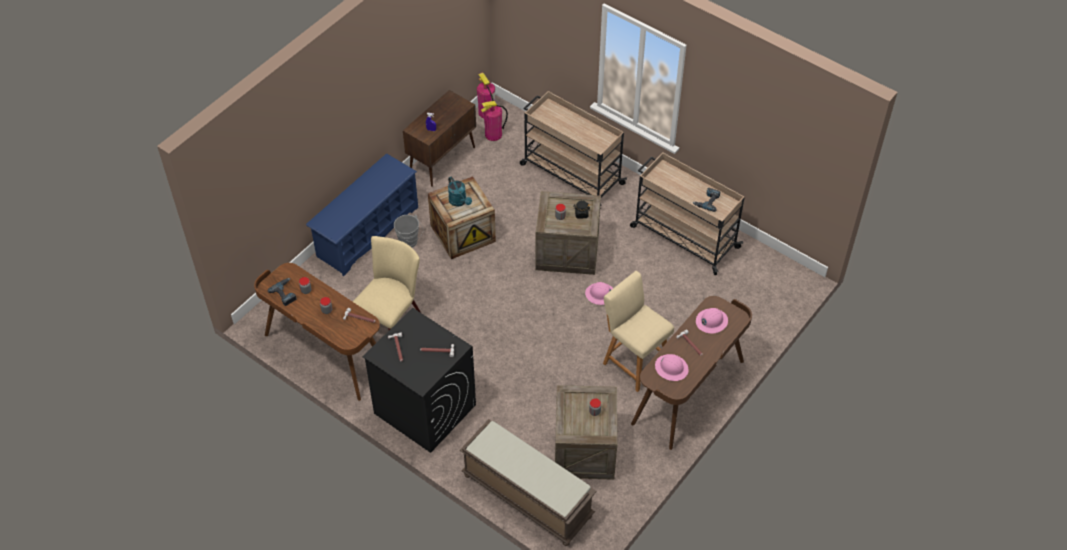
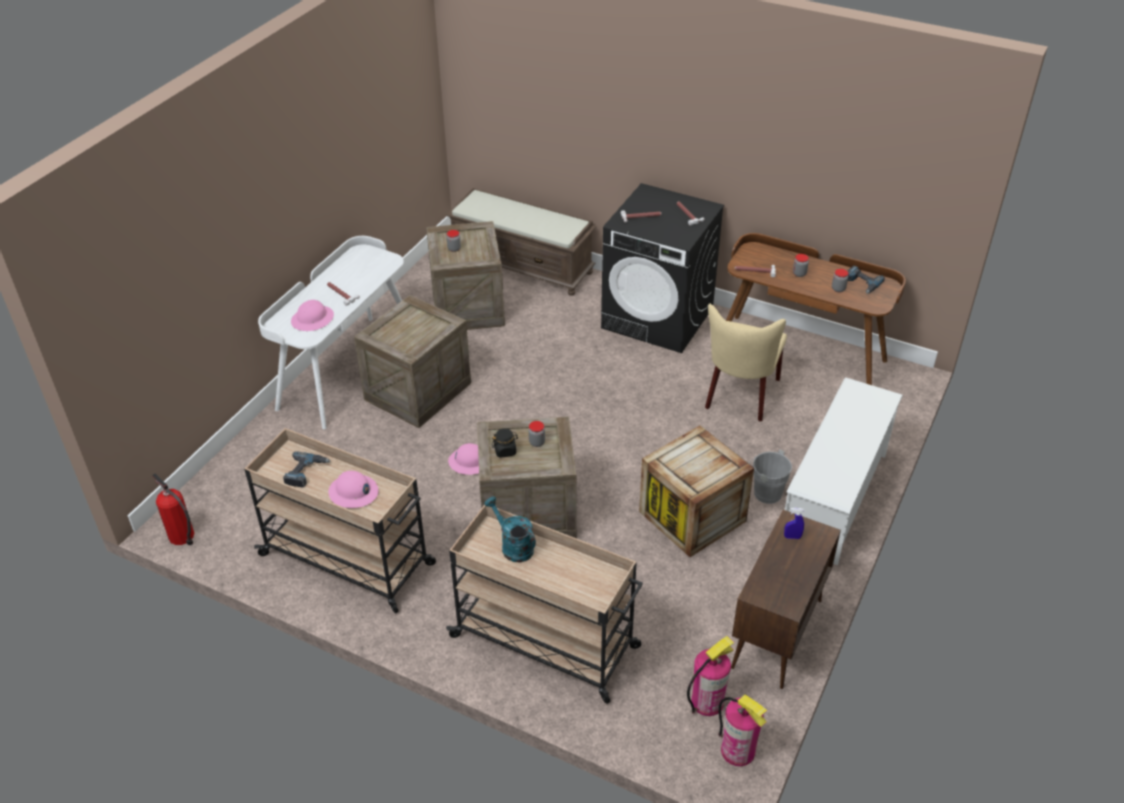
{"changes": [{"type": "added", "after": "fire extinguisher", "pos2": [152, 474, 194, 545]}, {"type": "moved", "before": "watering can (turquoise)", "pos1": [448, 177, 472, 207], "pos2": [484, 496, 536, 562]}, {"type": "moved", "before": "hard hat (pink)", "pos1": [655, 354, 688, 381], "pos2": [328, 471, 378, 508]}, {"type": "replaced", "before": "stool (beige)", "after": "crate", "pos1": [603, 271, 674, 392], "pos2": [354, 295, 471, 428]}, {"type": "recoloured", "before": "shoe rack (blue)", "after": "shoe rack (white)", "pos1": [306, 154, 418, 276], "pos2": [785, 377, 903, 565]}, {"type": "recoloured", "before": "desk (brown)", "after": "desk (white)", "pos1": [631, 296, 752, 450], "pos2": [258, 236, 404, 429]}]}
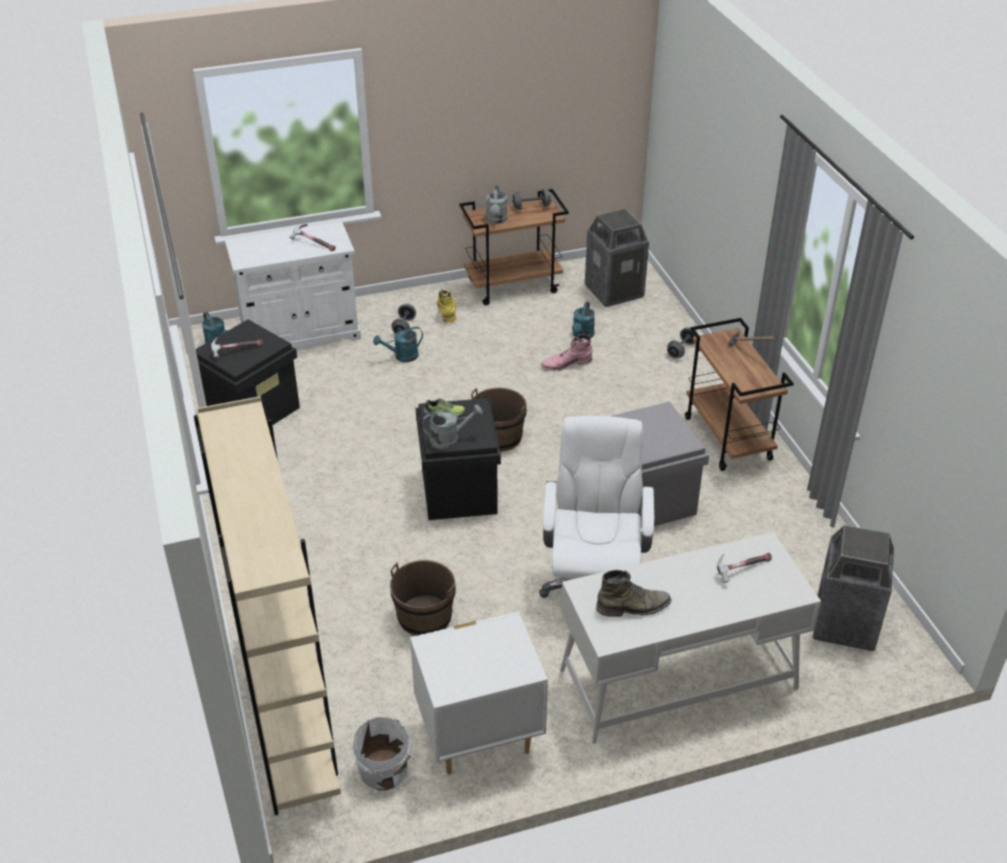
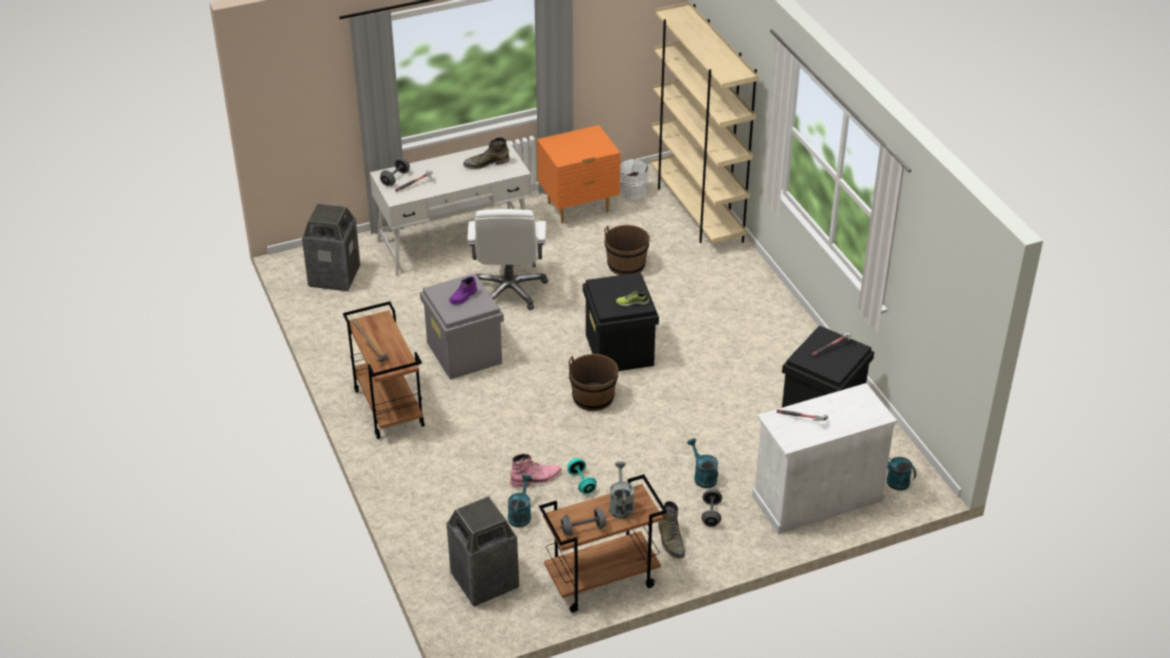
{"changes": [{"type": "removed", "before": "watering can (grey)", "pos1": [422, 404, 483, 449]}, {"type": "added", "after": "boot (purple)", "pos2": [449, 276, 477, 304]}, {"type": "added", "after": "dumbbell (turquoise)", "pos2": [568, 458, 597, 494]}, {"type": "moved", "before": "dumbbell (grey)", "pos1": [667, 327, 696, 358], "pos2": [380, 158, 410, 186]}, {"type": "recoloured", "before": "nightstand (white)", "after": "nightstand (orange)", "pos1": [410, 611, 548, 775], "pos2": [537, 125, 621, 224]}, {"type": "recoloured", "before": "boot (yellow)", "after": "boot (green)", "pos1": [437, 289, 456, 323], "pos2": [658, 501, 685, 559]}, {"type": "turned", "before": "watering can (turquoise)", "pos1": [373, 327, 423, 362], "pos2": [687, 438, 718, 488], "turn": -90}]}
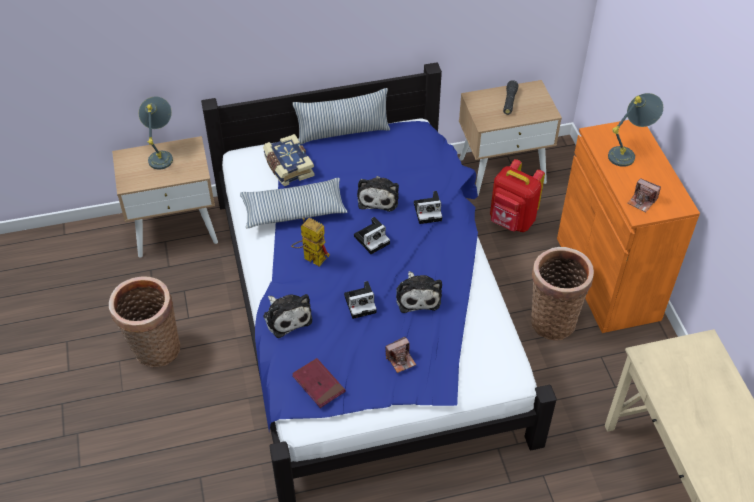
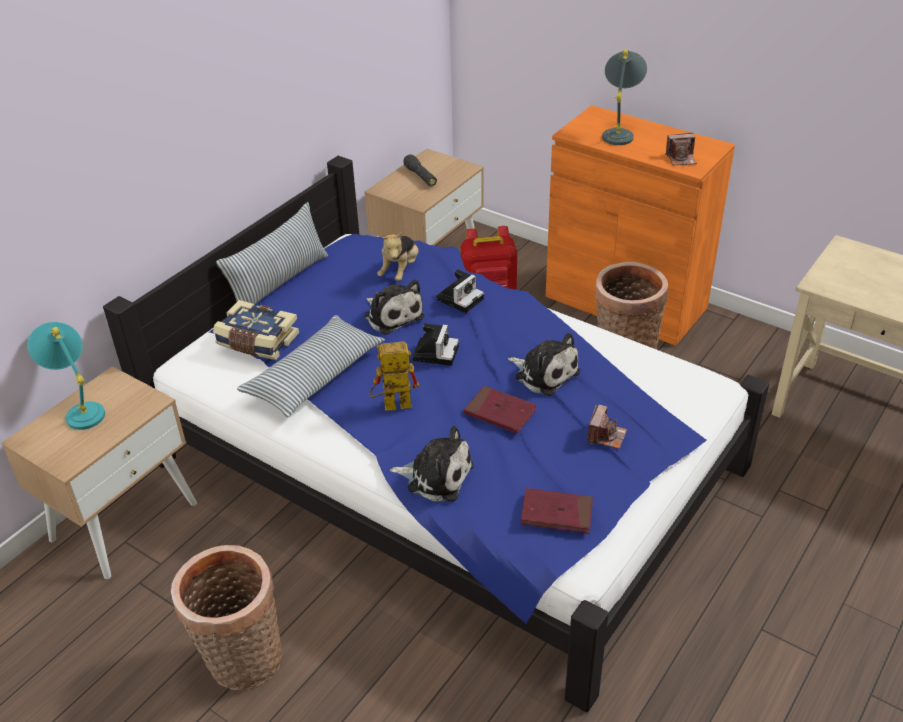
{"changes": [{"type": "added", "after": "plush toy", "pos2": [377, 232, 419, 281]}, {"type": "replaced", "before": "photo camera", "after": "book (red)", "pos1": [344, 281, 377, 319], "pos2": [464, 386, 537, 433]}, {"type": "recoloured", "before": "table lamp (grey)", "after": "table lamp (turquoise)", "pos1": [139, 97, 173, 169], "pos2": [27, 322, 105, 430]}]}
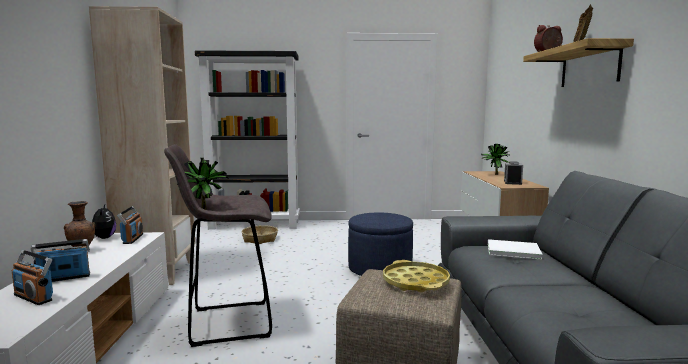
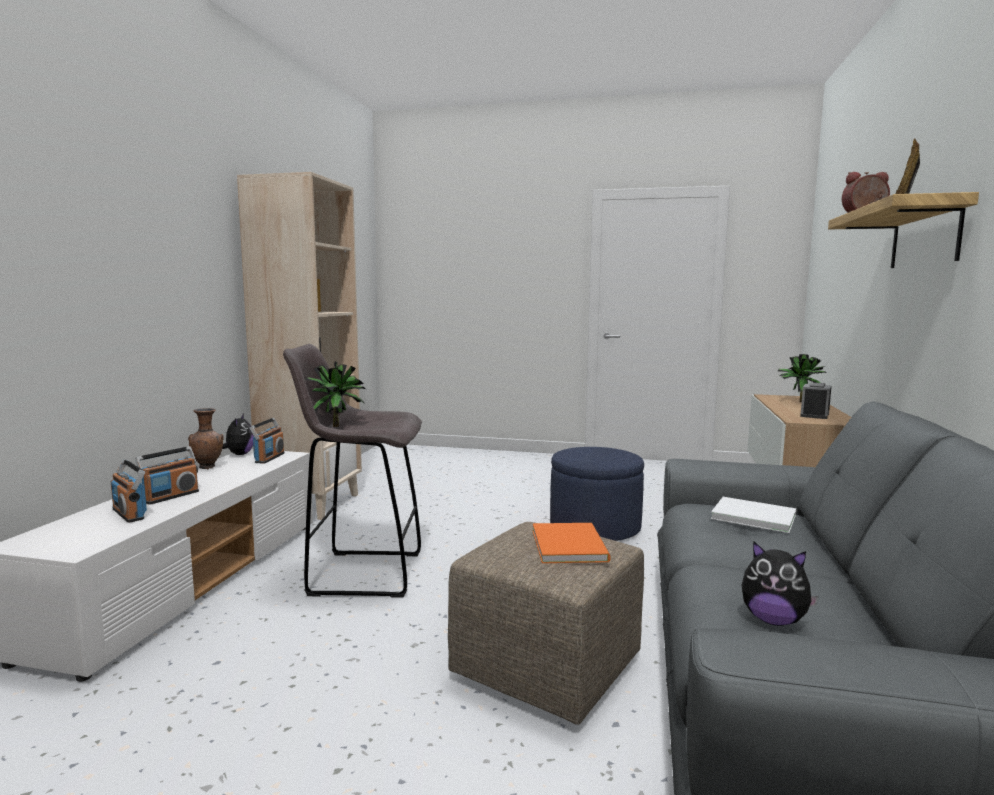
{"changes": [{"type": "removed", "before": "bookcase (black)", "pos1": [195, 50, 300, 230]}, {"type": "removed", "before": "basket", "pos1": [242, 225, 278, 244]}, {"type": "added", "after": "plush toy", "pos2": [741, 541, 819, 626]}, {"type": "replaced", "before": "tray (yellow)", "after": "book (orange)", "pos1": [383, 260, 450, 293], "pos2": [533, 523, 611, 563]}, {"type": "turned", "before": "radio", "pos1": [31, 239, 90, 282], "pos2": [135, 446, 199, 505], "turn": 135}]}
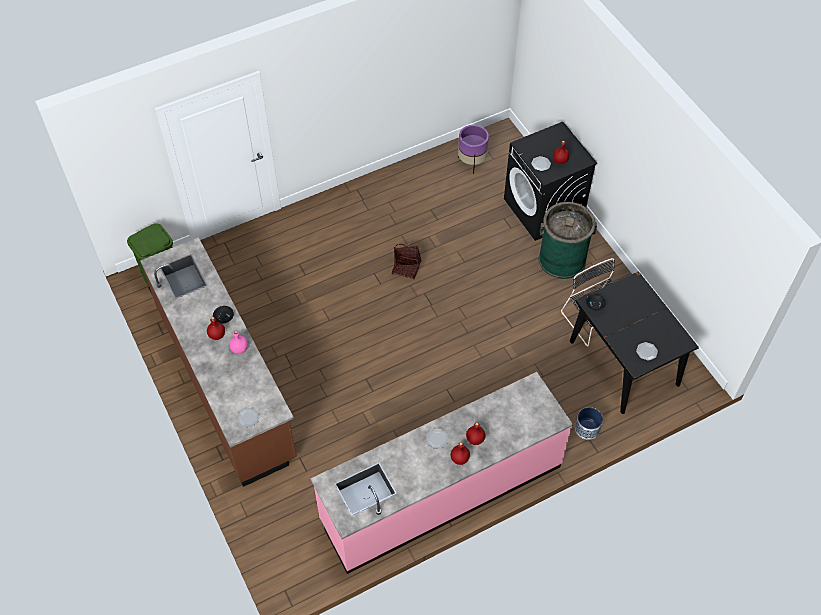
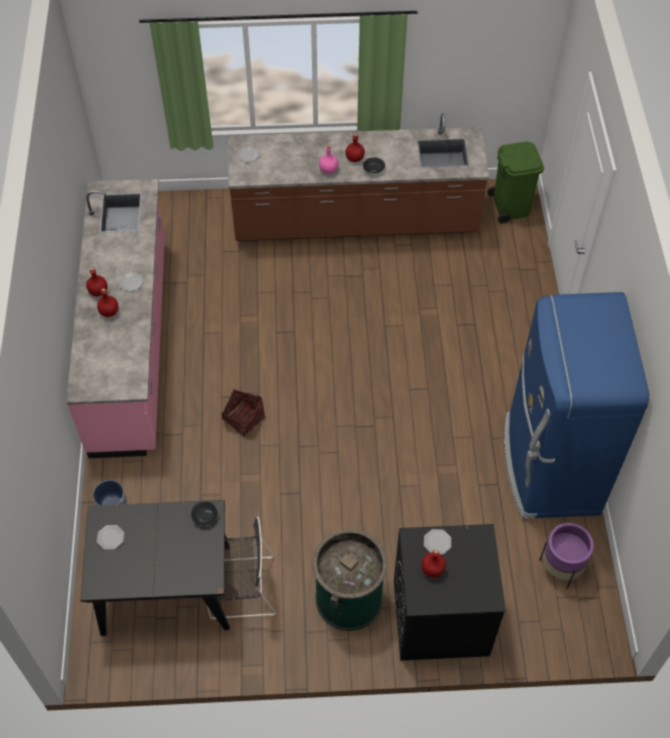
{"changes": [{"type": "added", "after": "fridge (blue)", "pos2": [504, 292, 649, 519]}, {"type": "moved", "before": "basket", "pos1": [392, 244, 421, 280], "pos2": [222, 389, 265, 437]}]}
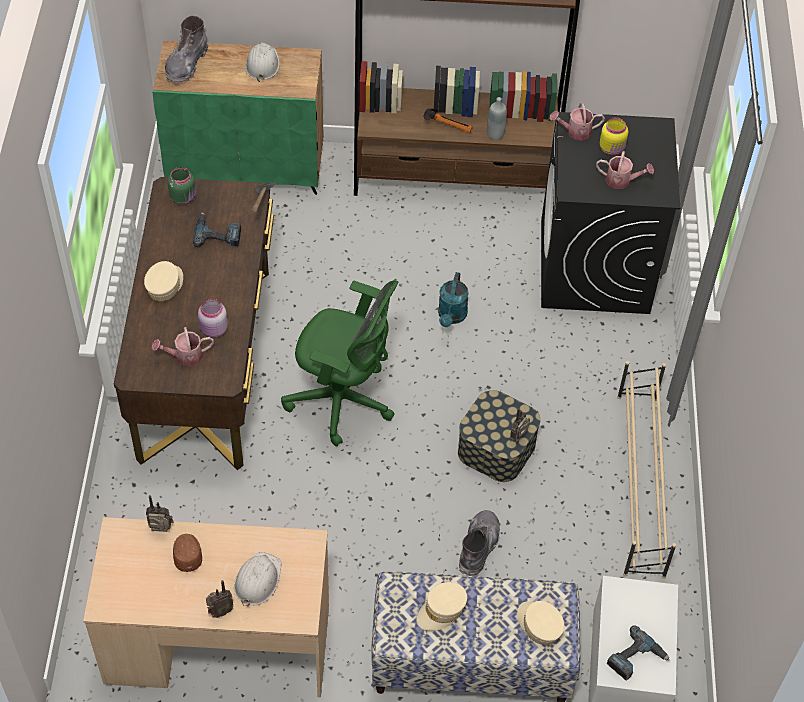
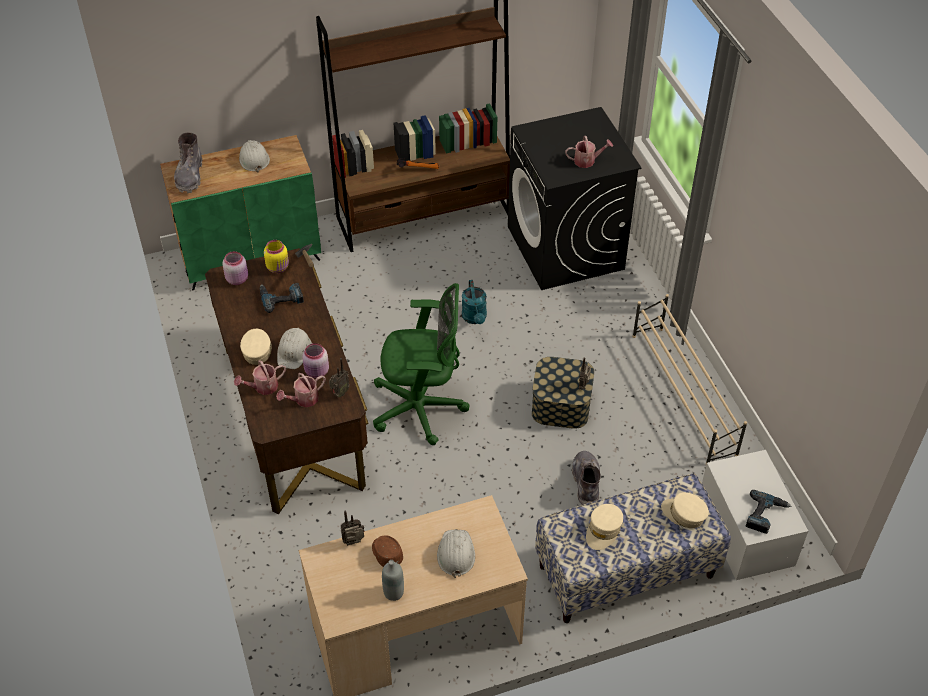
{"changes": [{"type": "added", "after": "hard hat (white)", "pos2": [277, 328, 312, 369]}, {"type": "moved", "before": "radio", "pos1": [206, 580, 234, 618], "pos2": [329, 358, 350, 397]}, {"type": "moved", "before": "bottle (grey)", "pos1": [487, 97, 507, 140], "pos2": [382, 560, 404, 601]}, {"type": "moved", "before": "watering can", "pos1": [550, 103, 605, 140], "pos2": [234, 360, 286, 395]}, {"type": "moved", "before": "jar (yellow)", "pos1": [600, 118, 628, 156], "pos2": [264, 240, 289, 273]}, {"type": "recoloured", "before": "jar (green)", "after": "jar (pink)", "pos1": [168, 167, 196, 205], "pos2": [222, 251, 248, 285]}]}
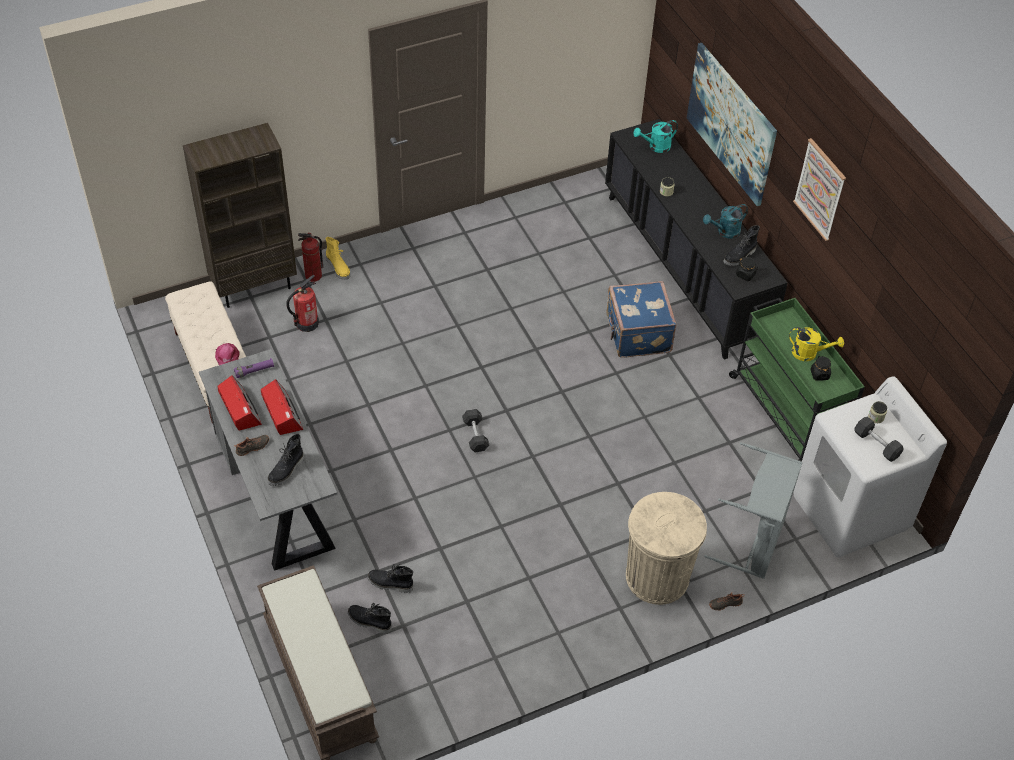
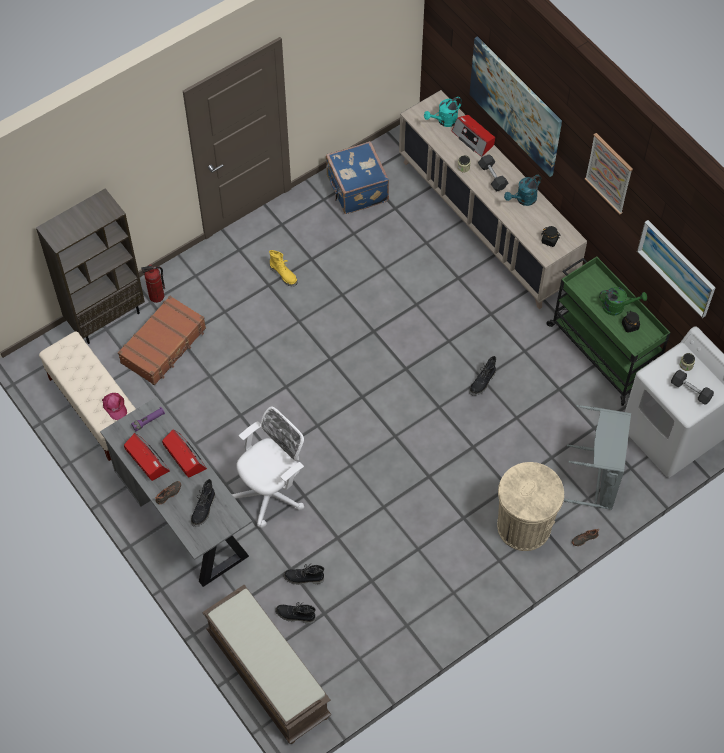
{"changes": [{"type": "added", "after": "office chair (white)", "pos2": [232, 406, 304, 528]}, {"type": "added", "after": "radio", "pos2": [452, 115, 495, 157]}, {"type": "added", "after": "picture", "pos2": [637, 220, 716, 318]}, {"type": "moved", "before": "boot (yellow)", "pos1": [326, 237, 350, 280], "pos2": [269, 250, 297, 287]}, {"type": "moved", "before": "dumbbell (grey)", "pos1": [462, 409, 489, 452], "pos2": [478, 154, 508, 191]}, {"type": "moved", "before": "suitcase (blue)", "pos1": [606, 281, 677, 358], "pos2": [326, 141, 389, 214]}, {"type": "moved", "before": "boot (black)", "pos1": [723, 225, 760, 266], "pos2": [469, 356, 496, 396]}, {"type": "replaced", "before": "fire extinguisher", "after": "suitcase (brown)", "pos1": [286, 275, 319, 332], "pos2": [118, 296, 206, 385]}, {"type": "recoloured", "before": "cabinet (black)", "after": "cabinet (beige)", "pos1": [605, 119, 788, 360], "pos2": [399, 90, 587, 309]}, {"type": "recoloured", "before": "watering can (yellow)", "after": "watering can (green)", "pos1": [789, 327, 844, 361], "pos2": [599, 287, 647, 316]}]}
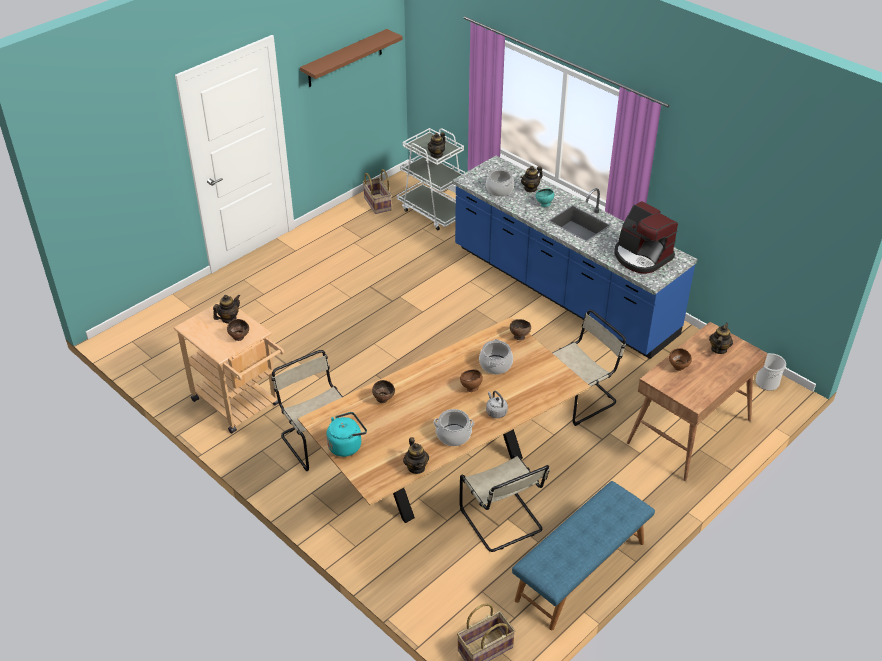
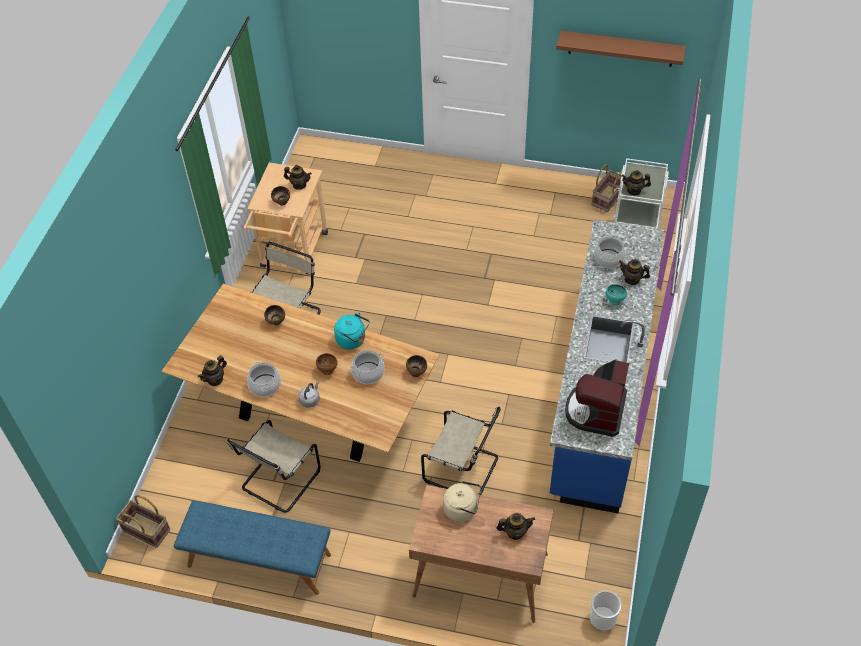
{"changes": [{"type": "moved", "before": "kettle (turquoise)", "pos1": [326, 412, 367, 457], "pos2": [334, 313, 370, 349]}, {"type": "replaced", "before": "bowl (brown)", "after": "kettle (beige)", "pos1": [669, 348, 692, 371], "pos2": [443, 478, 481, 522]}]}
